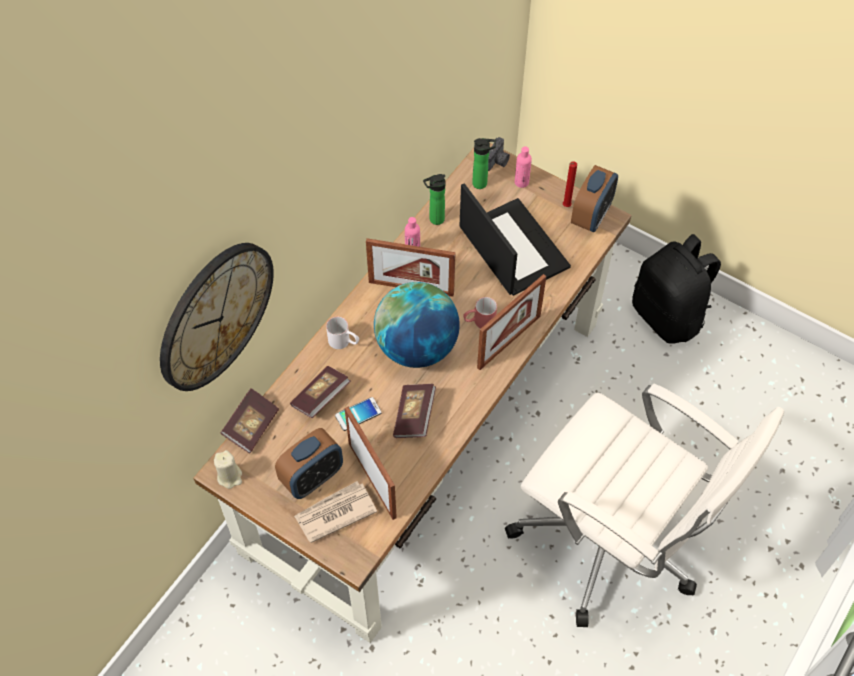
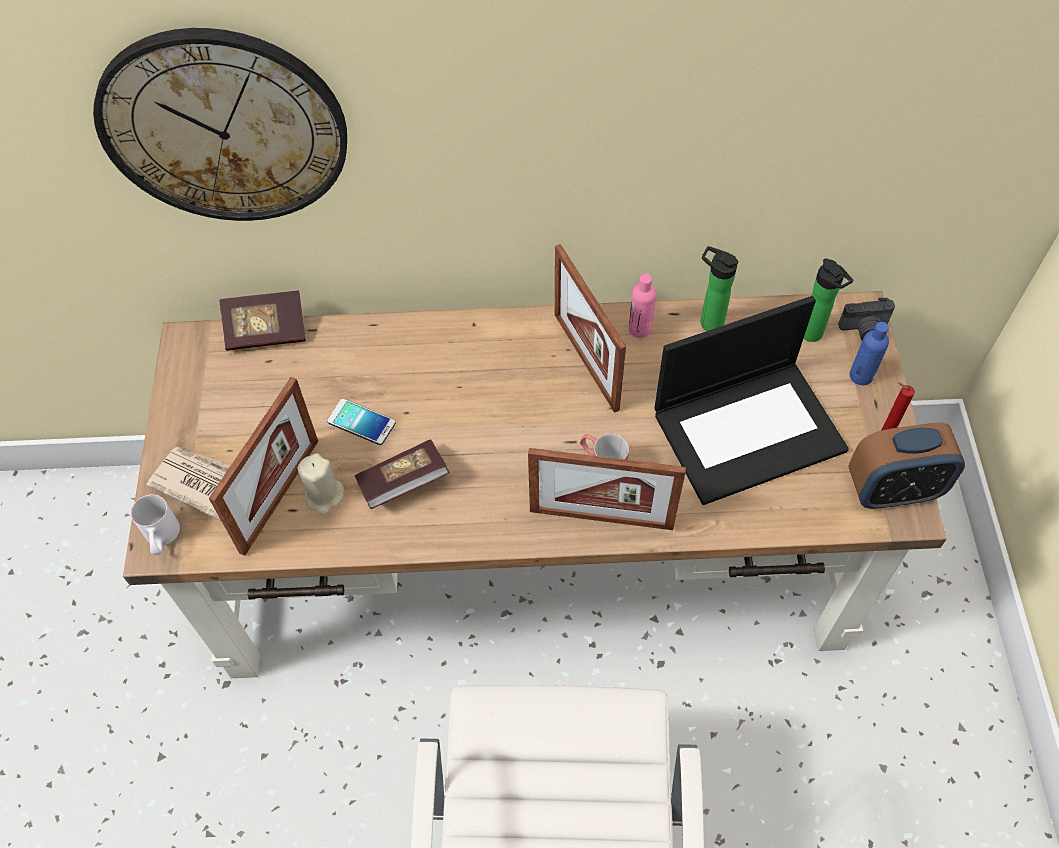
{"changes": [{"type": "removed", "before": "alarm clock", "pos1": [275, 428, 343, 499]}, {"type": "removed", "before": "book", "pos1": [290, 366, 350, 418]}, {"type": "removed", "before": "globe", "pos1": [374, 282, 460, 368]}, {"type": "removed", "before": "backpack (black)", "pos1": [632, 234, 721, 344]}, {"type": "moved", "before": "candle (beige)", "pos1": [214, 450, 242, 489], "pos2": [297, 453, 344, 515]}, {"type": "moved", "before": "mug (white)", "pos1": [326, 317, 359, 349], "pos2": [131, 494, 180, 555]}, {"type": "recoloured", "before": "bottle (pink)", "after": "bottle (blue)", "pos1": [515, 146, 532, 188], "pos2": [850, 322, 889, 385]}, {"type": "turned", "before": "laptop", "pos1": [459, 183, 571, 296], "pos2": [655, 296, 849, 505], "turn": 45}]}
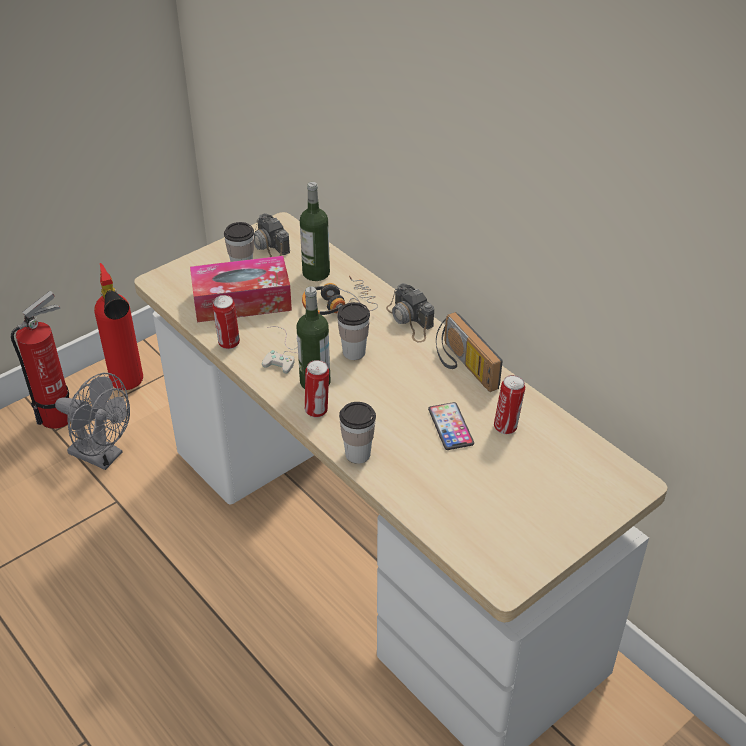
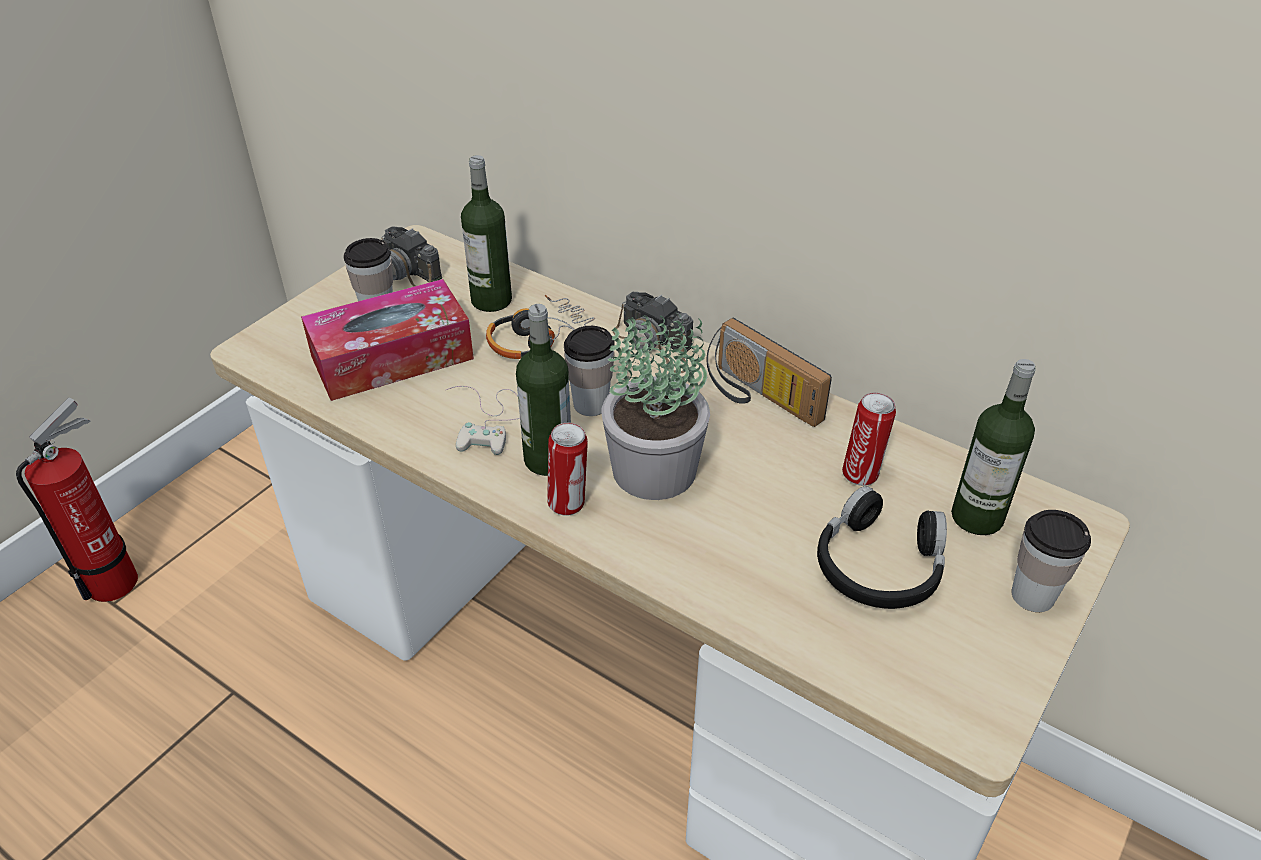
{"changes": [{"type": "removed", "before": "fan (grey)", "pos1": [55, 373, 130, 470]}, {"type": "removed", "before": "fire extinguisher", "pos1": [94, 263, 143, 390]}, {"type": "removed", "before": "can", "pos1": [213, 295, 240, 349]}, {"type": "removed", "before": "phone", "pos1": [428, 402, 474, 450]}, {"type": "added", "after": "potted plant", "pos2": [602, 313, 710, 500]}, {"type": "added", "after": "headphones (black)", "pos2": [817, 486, 947, 609]}, {"type": "added", "after": "bottle", "pos2": [951, 359, 1036, 535]}, {"type": "moved", "before": "cup", "pos1": [339, 402, 376, 464], "pos2": [1011, 510, 1091, 612]}]}
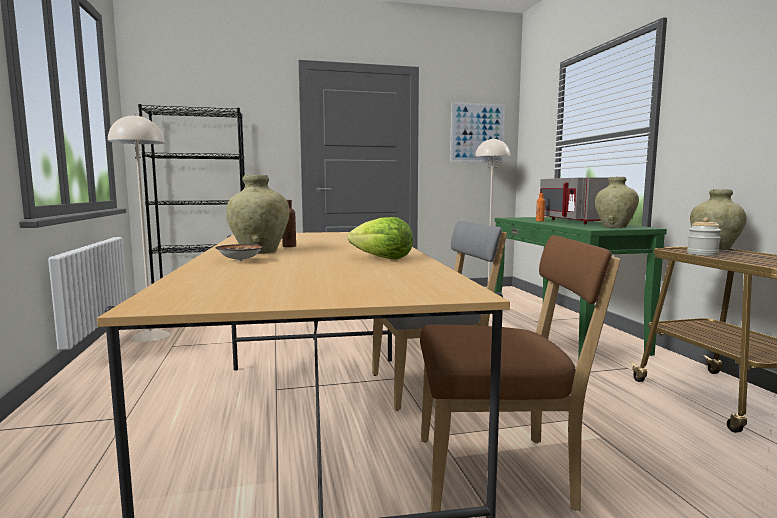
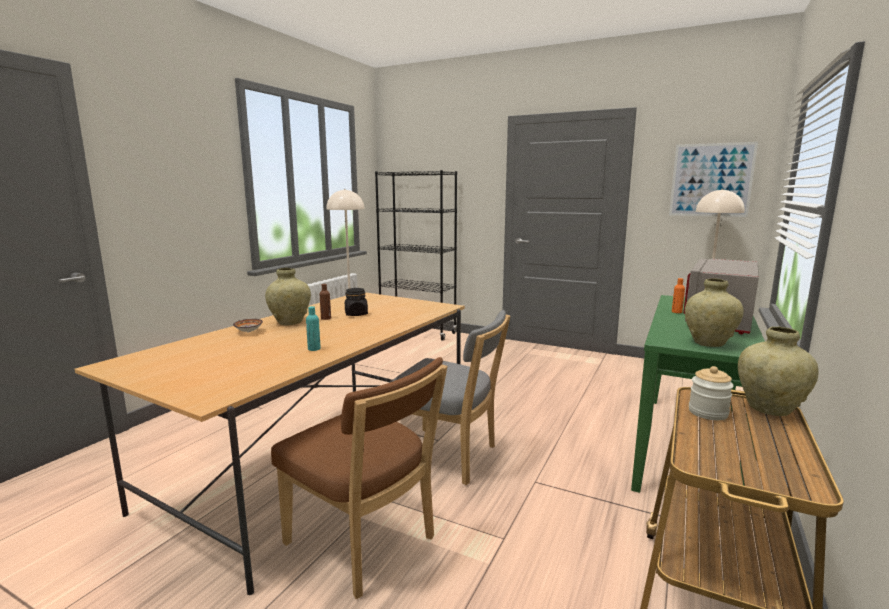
{"changes": [{"type": "added", "after": "jar (black)", "pos2": [345, 288, 368, 316]}, {"type": "replaced", "before": "lettuce", "after": "bottle (turquoise)", "pos1": [348, 217, 413, 259], "pos2": [306, 306, 321, 351]}]}
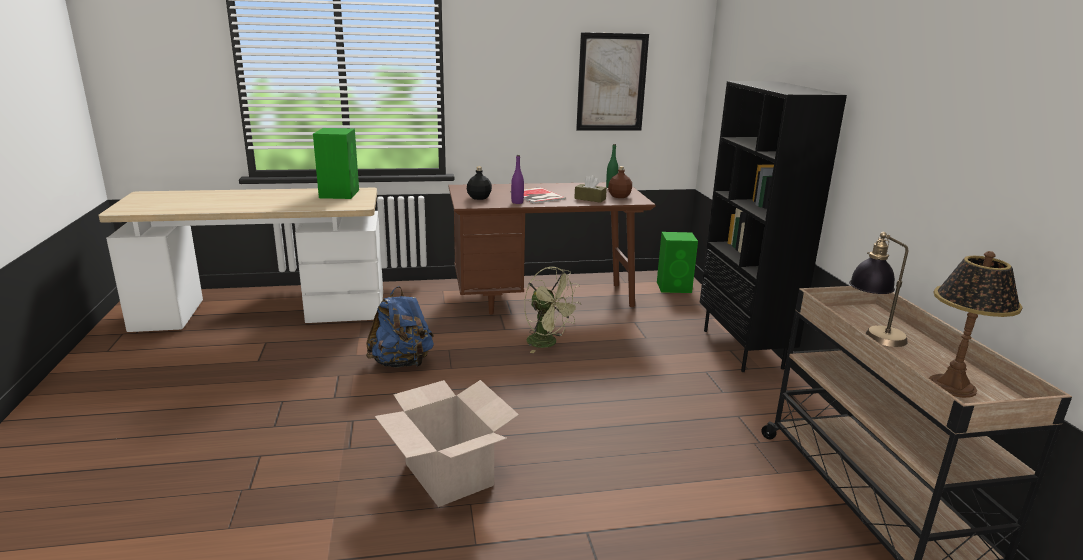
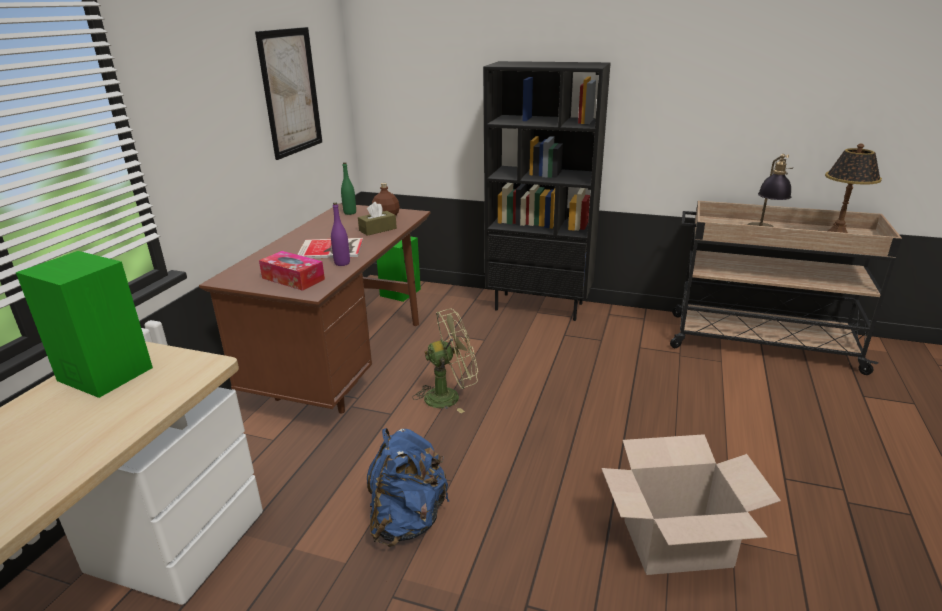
{"changes": [{"type": "replaced", "before": "bottle (black)", "after": "tissue box", "pos1": [467, 167, 492, 200], "pos2": [259, 251, 325, 291]}]}
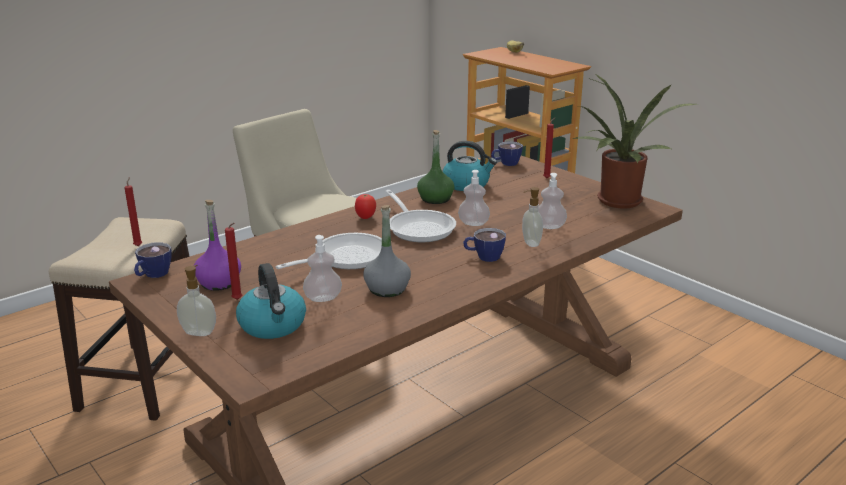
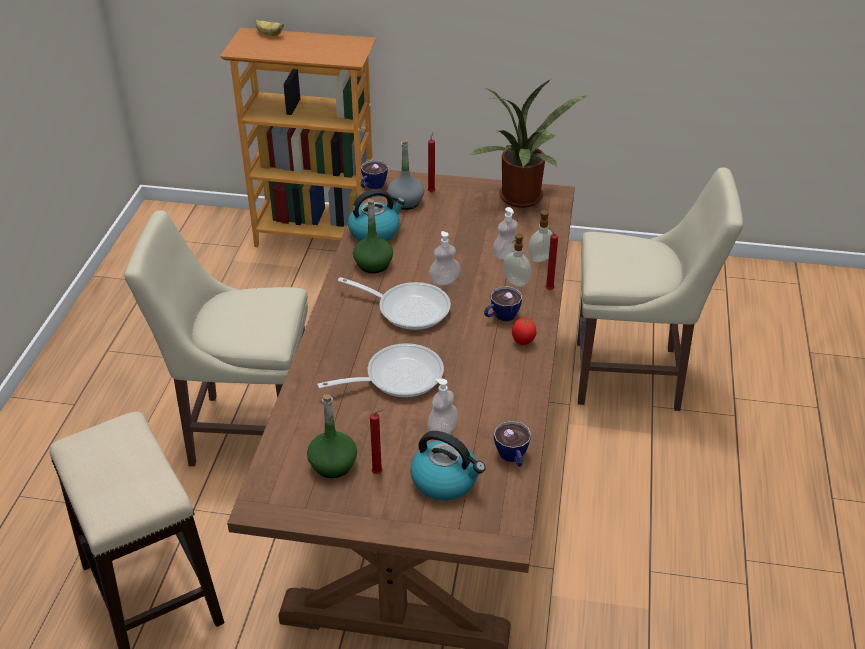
{"changes": [{"type": "added", "after": "chair (beige)", "pos2": [577, 167, 743, 411]}, {"type": "moved", "before": "candle (red)", "pos1": [124, 177, 142, 246], "pos2": [545, 226, 558, 290]}, {"type": "moved", "before": "cup", "pos1": [134, 242, 172, 278], "pos2": [494, 421, 531, 467]}, {"type": "moved", "before": "soap dispenser", "pos1": [177, 265, 216, 336], "pos2": [528, 209, 553, 262]}, {"type": "moved", "before": "tomato", "pos1": [355, 194, 376, 219], "pos2": [512, 318, 536, 345]}, {"type": "moved", "before": "bottle (grey)", "pos1": [363, 205, 411, 297], "pos2": [387, 139, 424, 210]}, {"type": "recoloured", "before": "bottle (purple)", "after": "bottle (green)", "pos1": [194, 200, 241, 291], "pos2": [307, 394, 357, 478]}, {"type": "turned", "before": "frying pan", "pos1": [276, 233, 382, 269], "pos2": [317, 343, 444, 398], "turn": 60}]}
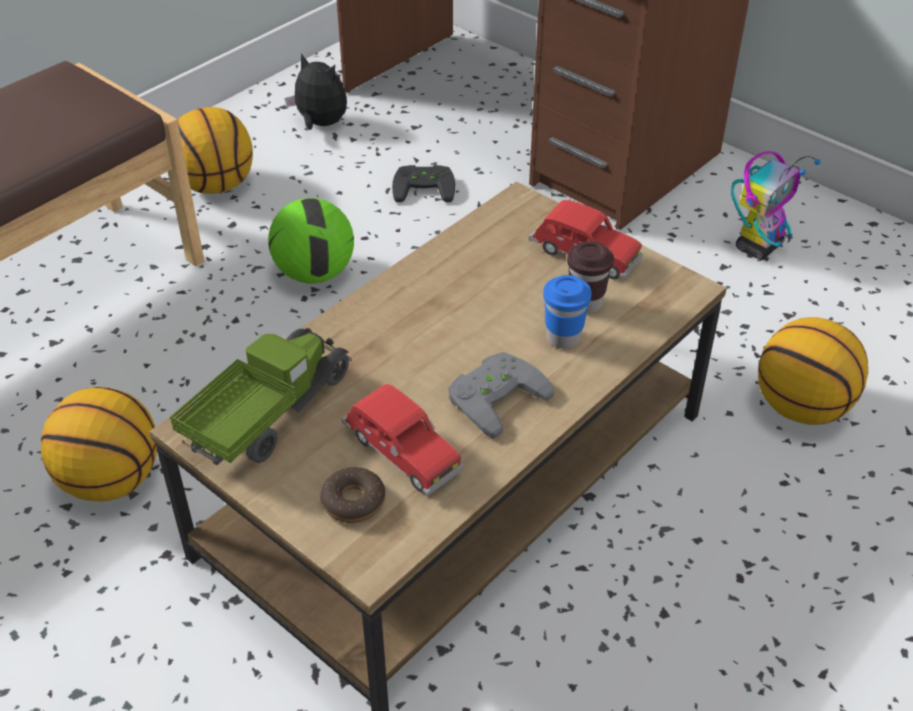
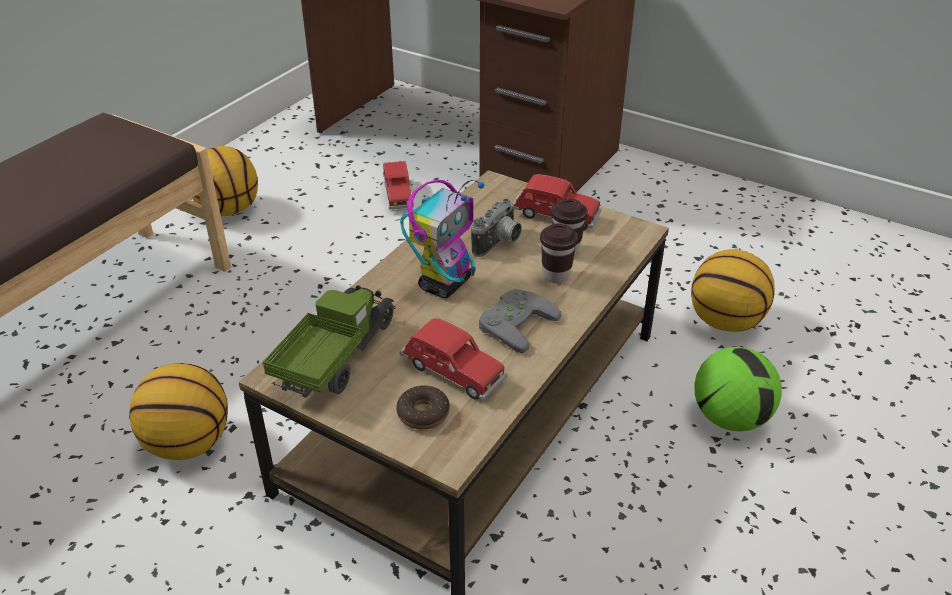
{"changes": [{"type": "removed", "before": "plush toy", "pos1": [285, 53, 347, 130]}, {"type": "added", "after": "photo camera", "pos2": [471, 199, 522, 257]}, {"type": "moved", "before": "football", "pos1": [268, 198, 354, 283], "pos2": [694, 347, 782, 431]}, {"type": "moved", "before": "toy robot", "pos1": [731, 151, 821, 259], "pos2": [400, 180, 485, 298]}, {"type": "replaced", "before": "game controller (black)", "after": "toy car (red)", "pos1": [392, 165, 455, 202], "pos2": [383, 161, 414, 210]}, {"type": "recoloured", "before": "cup (blue)", "after": "cup (brown)", "pos1": [543, 275, 592, 349], "pos2": [540, 223, 578, 283]}]}
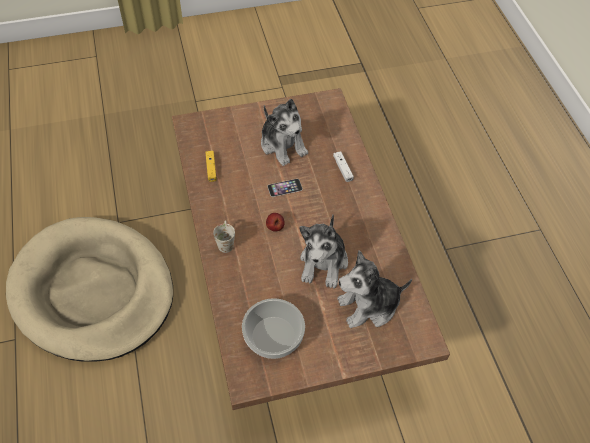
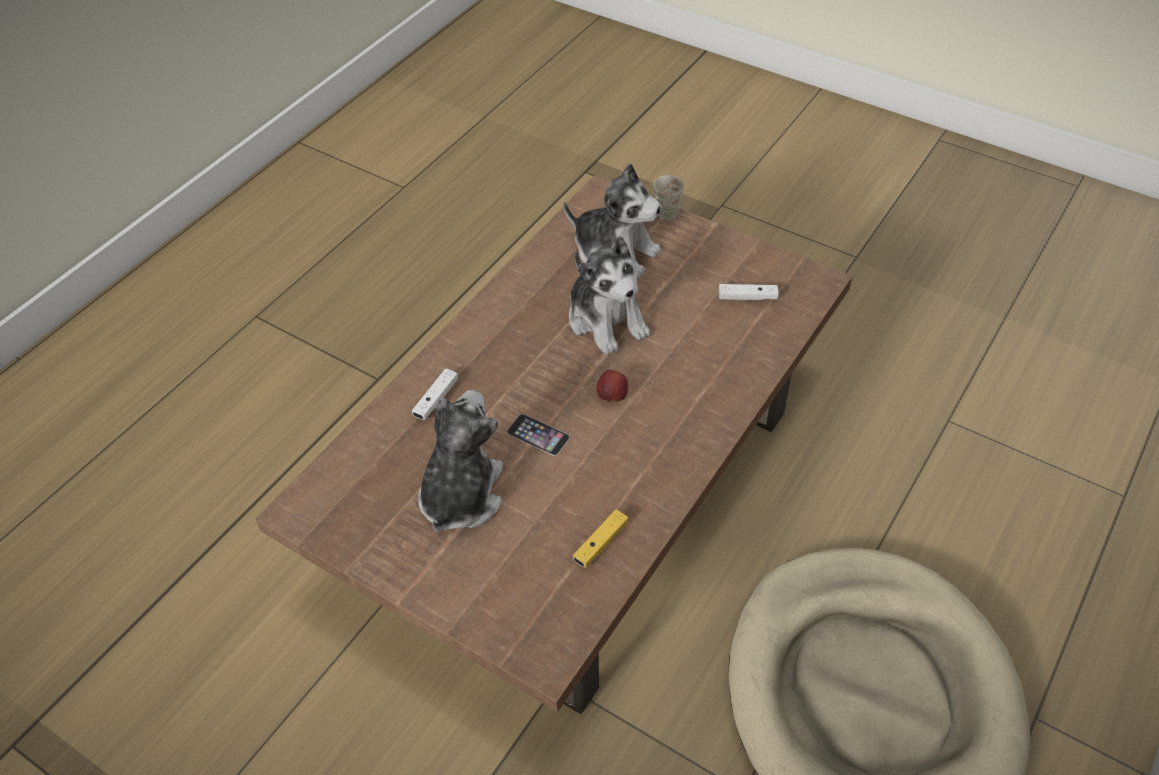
{"changes": [{"type": "moved", "before": "mug (white)", "pos1": [213, 220, 235, 253], "pos2": [653, 175, 684, 220]}, {"type": "replaced", "before": "bowl", "after": "game controller (white)", "pos1": [242, 298, 305, 359], "pos2": [719, 284, 779, 301]}, {"type": "turned", "before": "plush toy", "pos1": [299, 215, 348, 288], "pos2": [569, 236, 650, 355], "turn": 90}]}
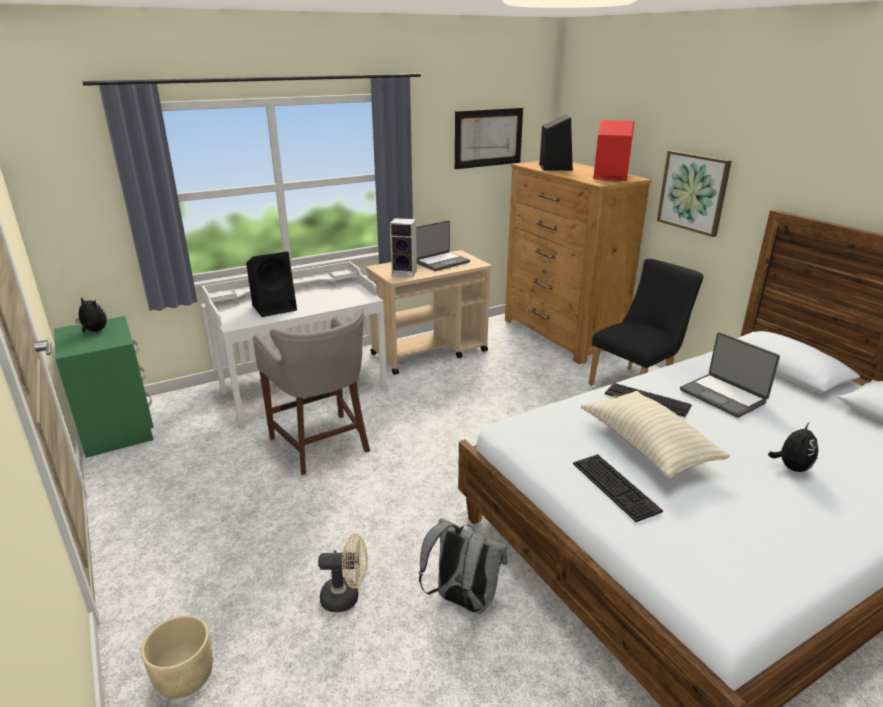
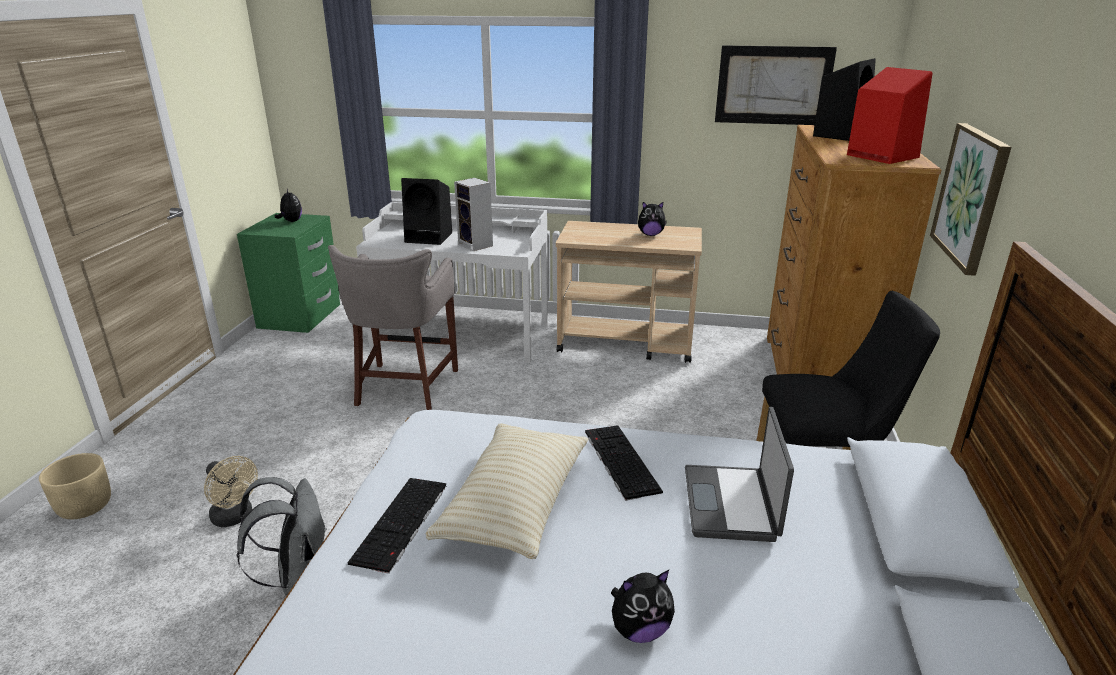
{"changes": [{"type": "moved", "before": "speaker", "pos1": [390, 218, 417, 277], "pos2": [454, 178, 493, 251]}, {"type": "replaced", "before": "laptop", "after": "plush toy", "pos1": [416, 220, 470, 271], "pos2": [638, 202, 667, 236]}]}
